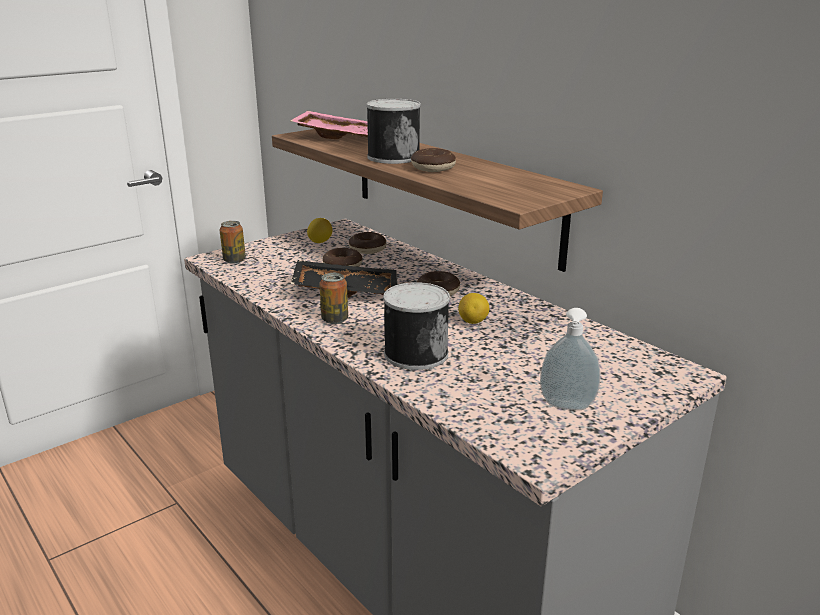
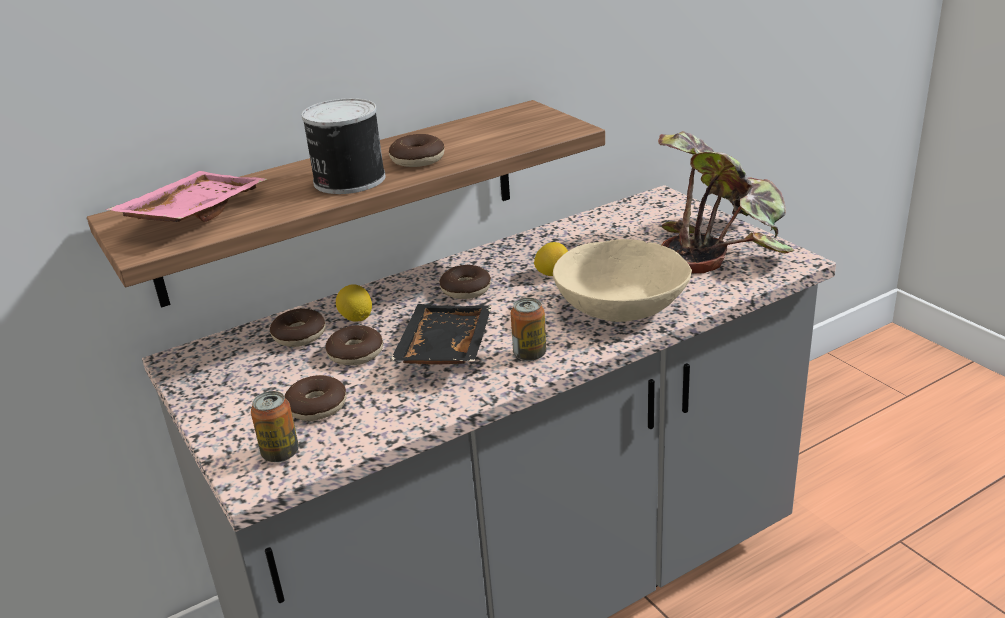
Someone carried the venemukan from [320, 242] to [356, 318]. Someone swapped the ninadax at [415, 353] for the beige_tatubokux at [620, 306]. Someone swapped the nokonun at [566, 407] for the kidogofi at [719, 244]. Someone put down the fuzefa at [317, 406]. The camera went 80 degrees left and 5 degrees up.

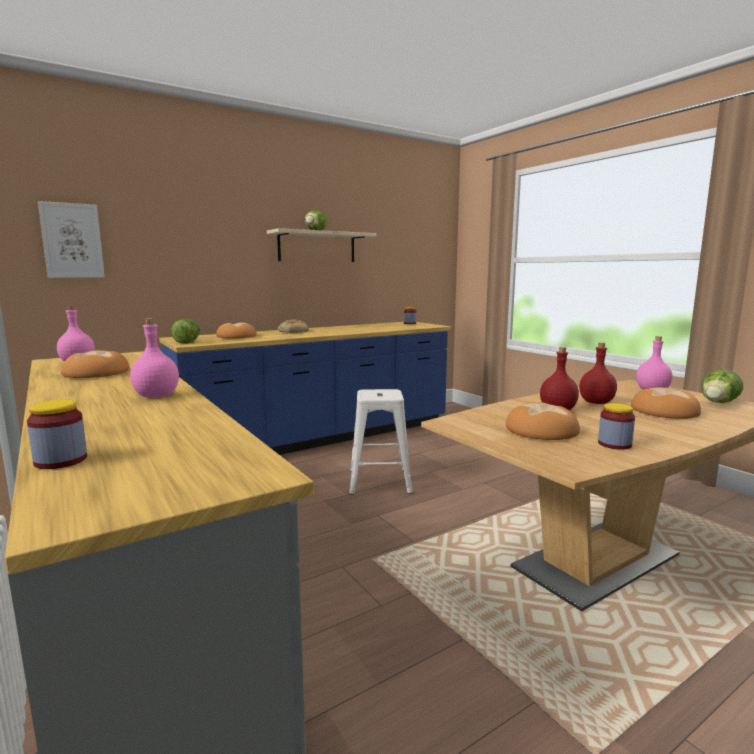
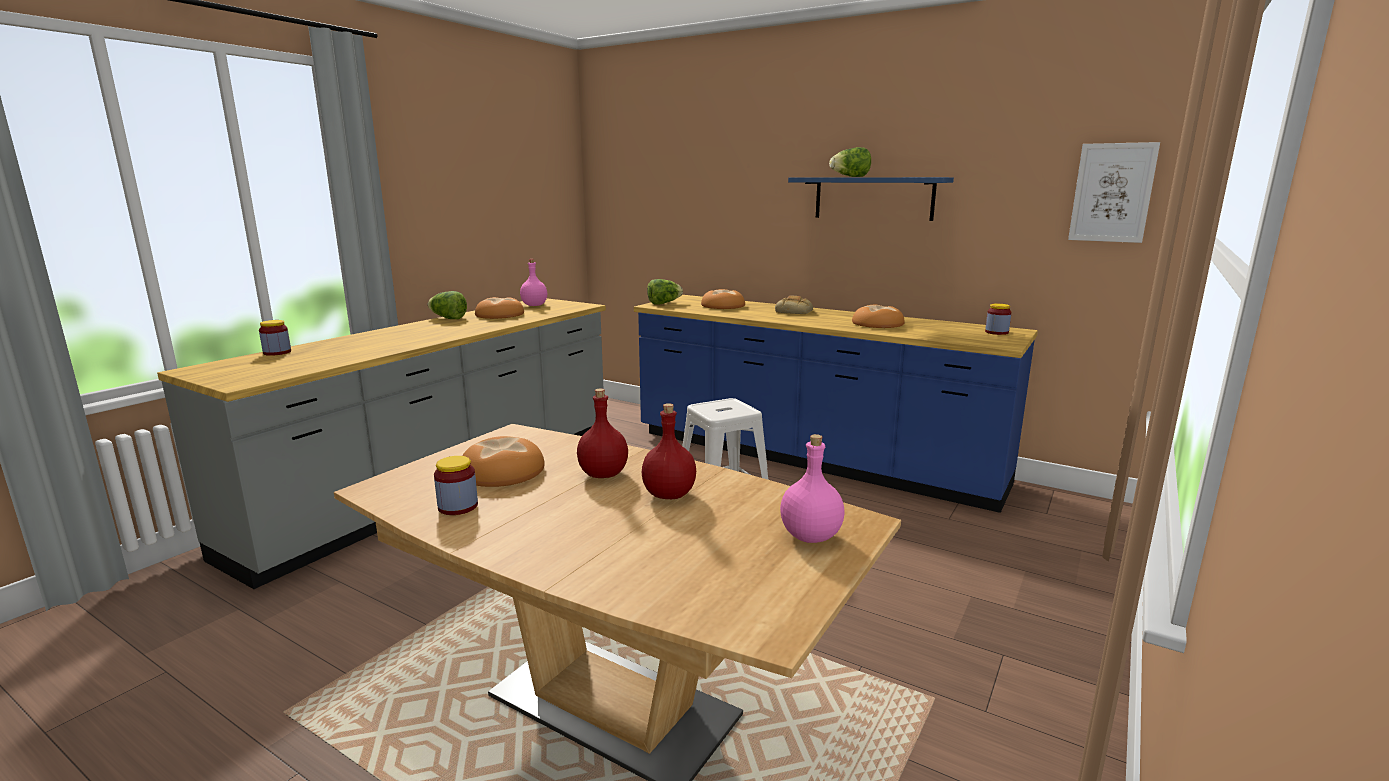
Someone carried the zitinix from [72, 240] to [1112, 193]. Someone took away the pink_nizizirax at [155, 396]. Someone repainted the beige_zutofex at [317, 247], which became the blue_zutofex at [873, 198]. Someone carried the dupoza from [663, 411] to [878, 324]. Someone carried the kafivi from [718, 403] to [448, 318]. The camera went 65 degrees right and 5 degrees up.

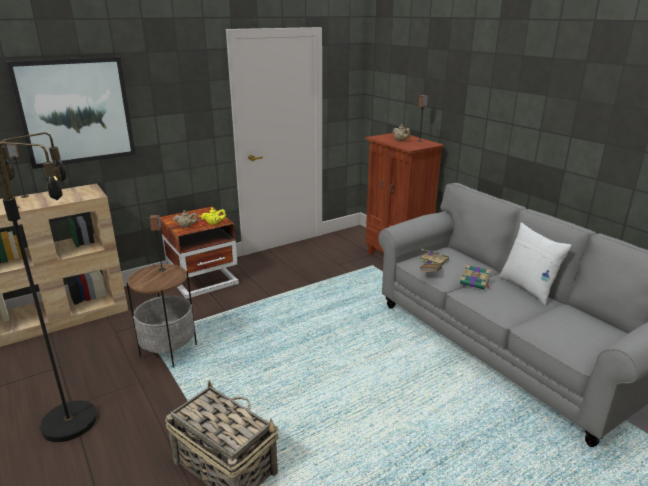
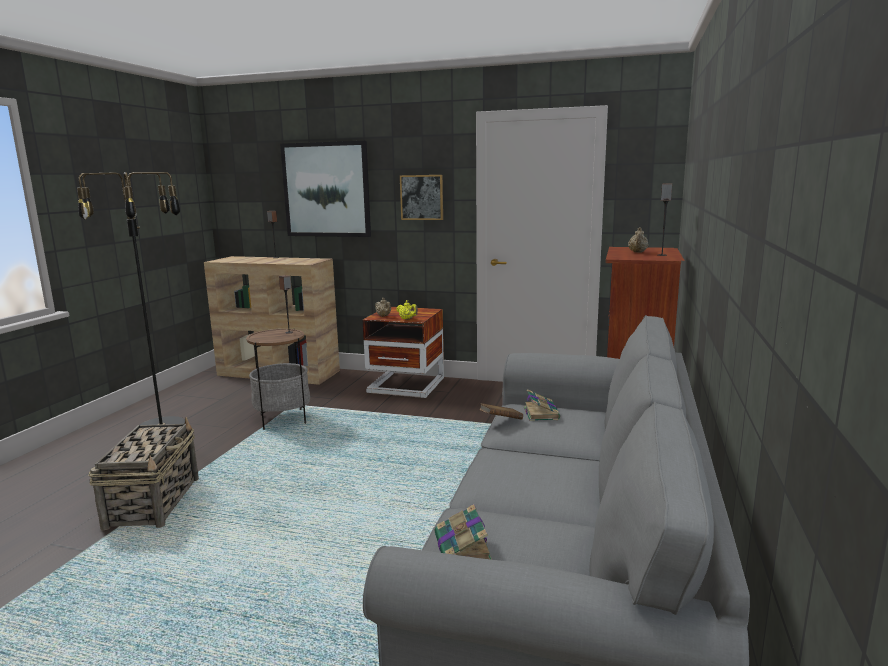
Someone carried the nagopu from [475, 283] to [462, 549]. Someone took away the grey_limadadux at [527, 288]. Someone put up the zitinix at [422, 197]. The camera went 50 degrees right and 10 degrees down.

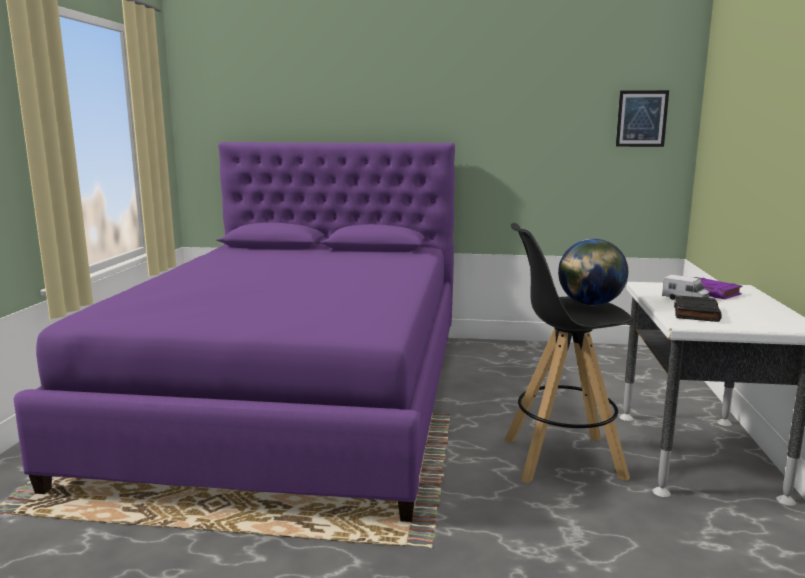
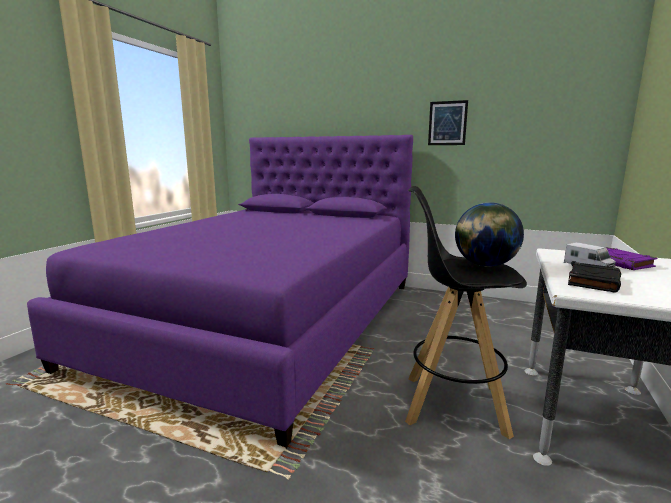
Someone carried the zitinix from [641, 118] to [447, 123]. The camera went 15 degrees right and 0 degrees up.

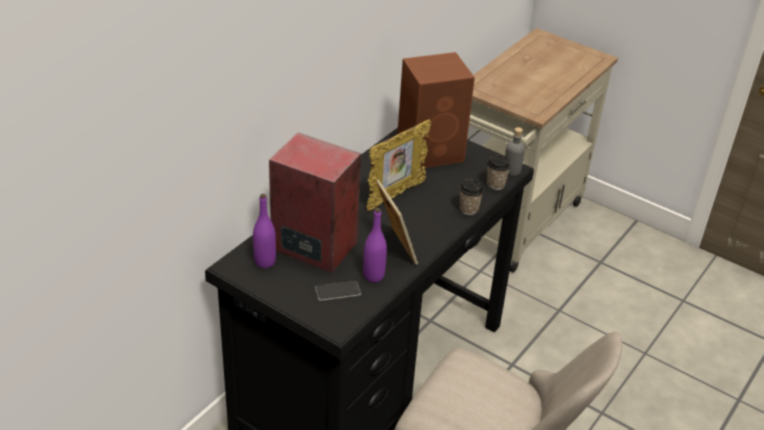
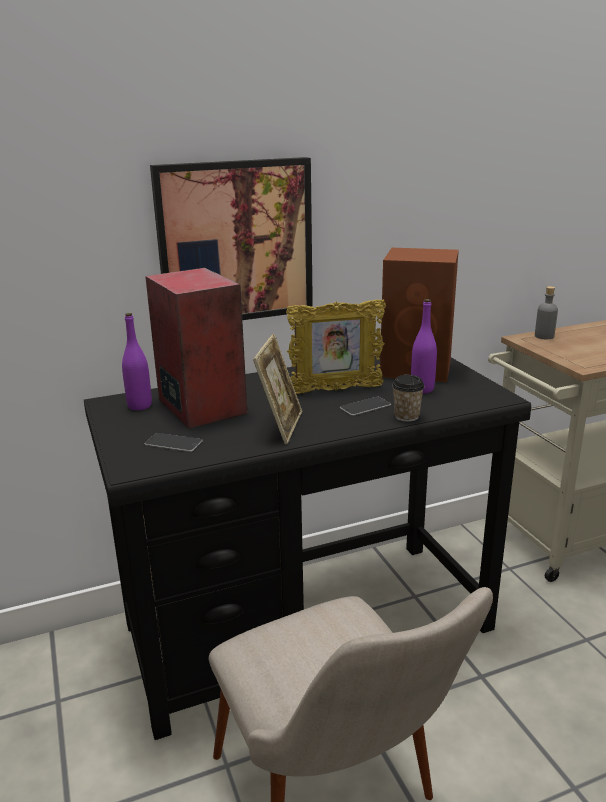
Someone carried the purple_nizizirax from [373, 276] to [422, 389]. Someone took away the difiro at [496, 184]. Someone carried the grey_nizizirax from [512, 170] to [544, 336]. Someone put up the zitinix at [235, 242]. Someone put down the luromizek at [365, 406]. The camera went 35 degrees right and 15 degrees down.

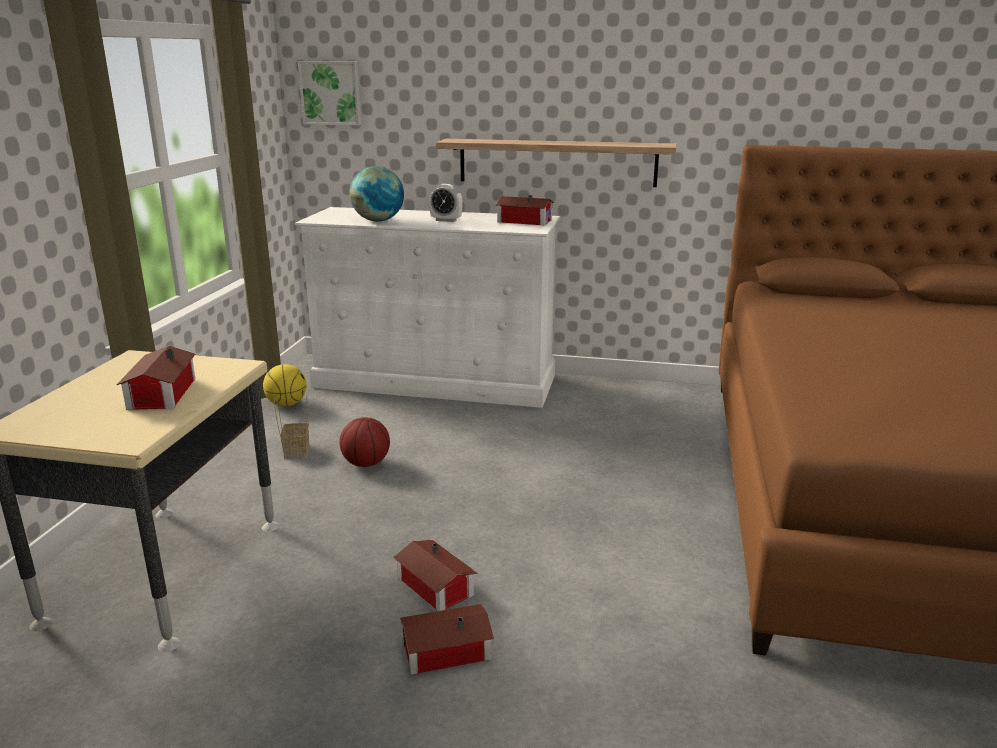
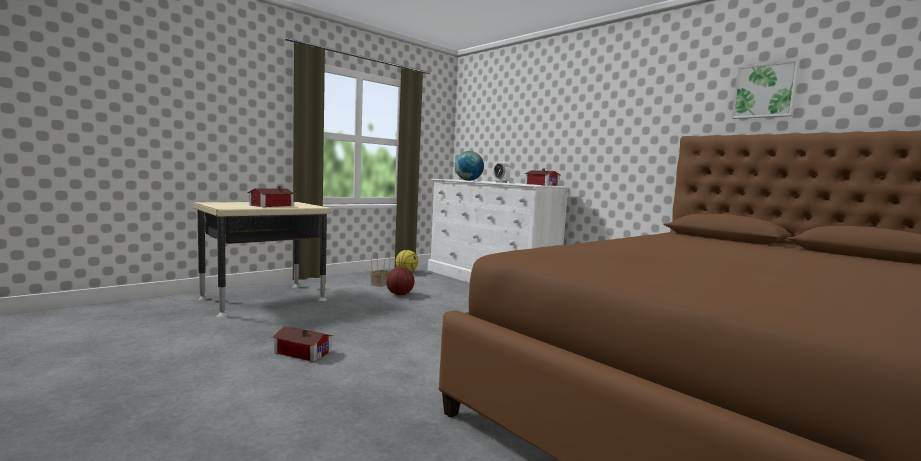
Someone carried the zitinix from [331, 93] to [765, 91]. Someone took away the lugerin at [435, 588]. Someone took away the zutofex at [557, 162]. The camera went 35 degrees right and 15 degrees down.

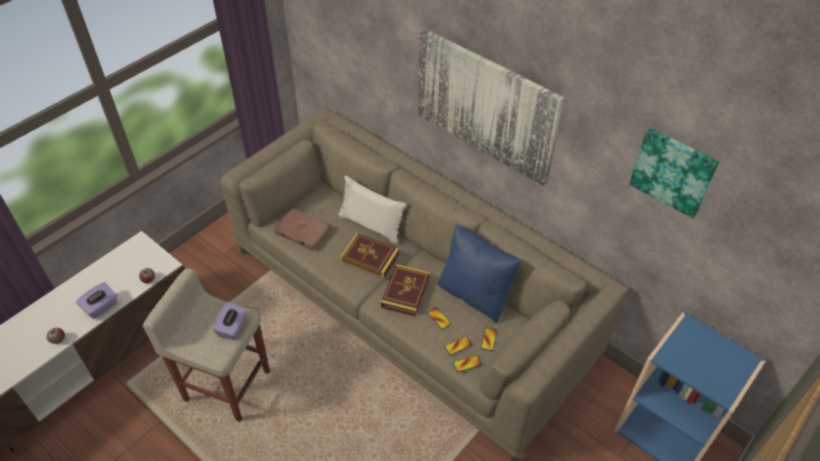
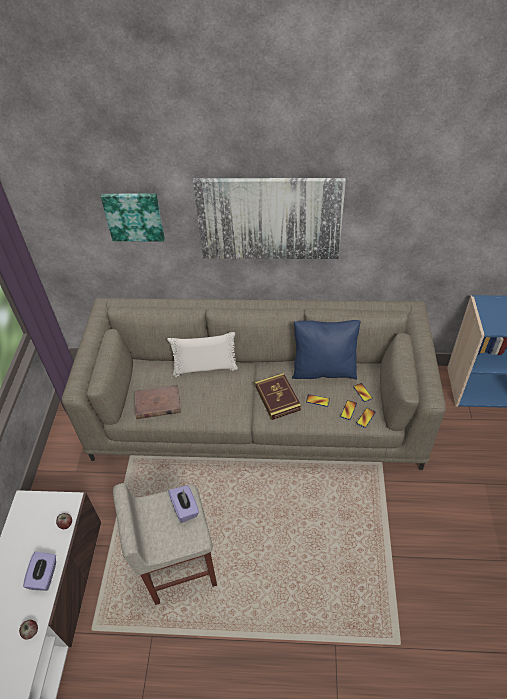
Someone took away the nagopu at [370, 257]. Someone carried the zitinix from [673, 171] to [134, 216]. The camera went 35 degrees left and 0 degrees up.

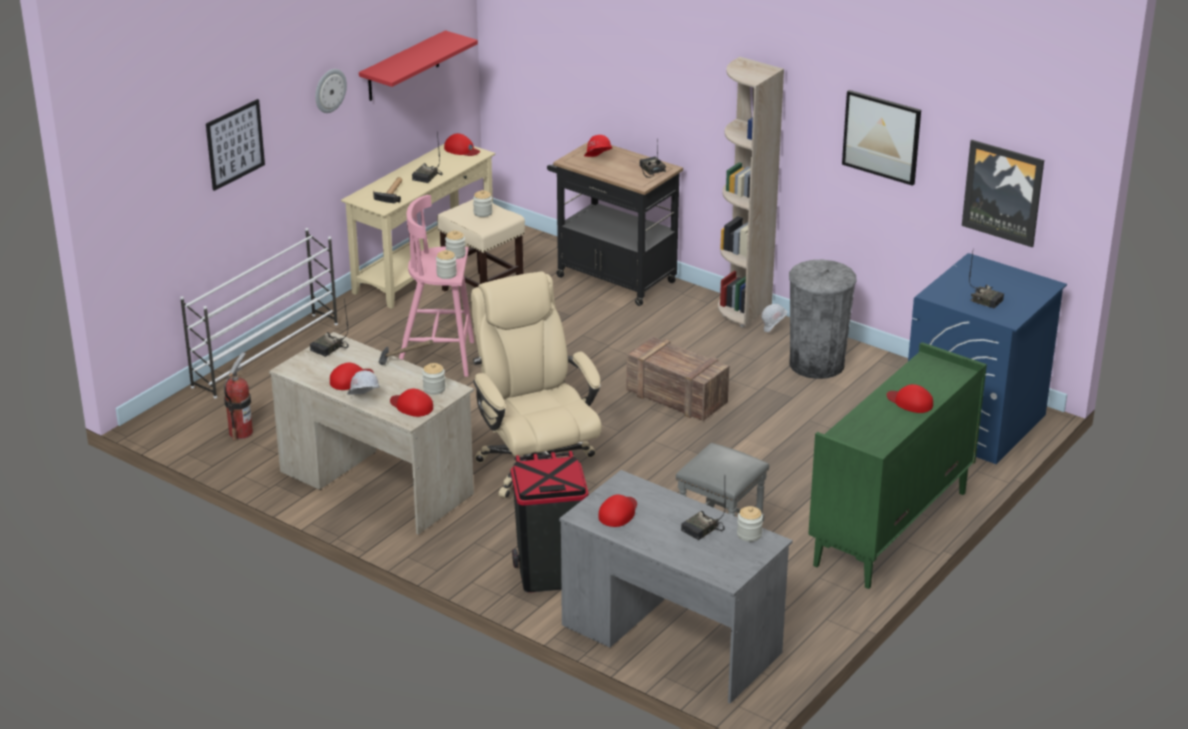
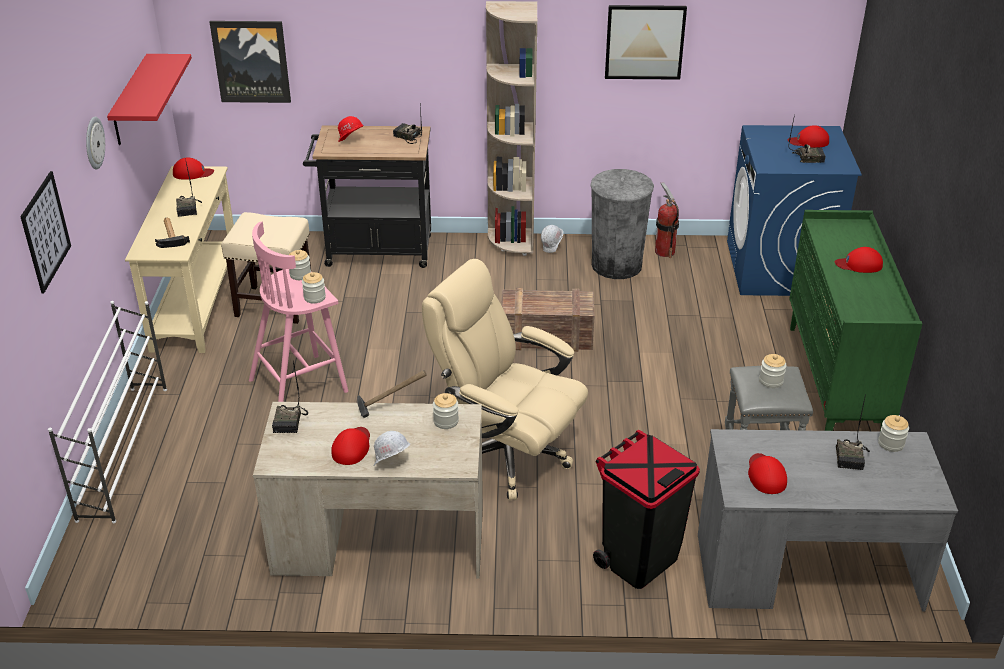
Someone carried the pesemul from [241, 432] to [664, 251]. Someone carried the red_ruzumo from [411, 406] to [809, 141]. Someone carried the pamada from [483, 213] to [771, 381]. Someone carried the zitinix from [1003, 192] to [251, 61]. The camera went 35 degrees left and 5 degrees up.

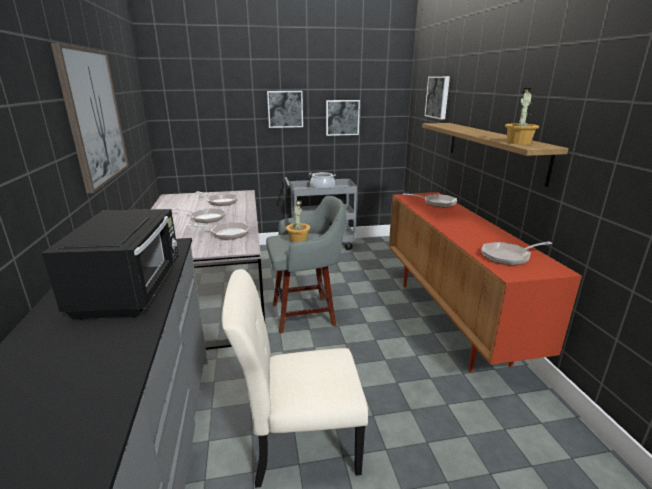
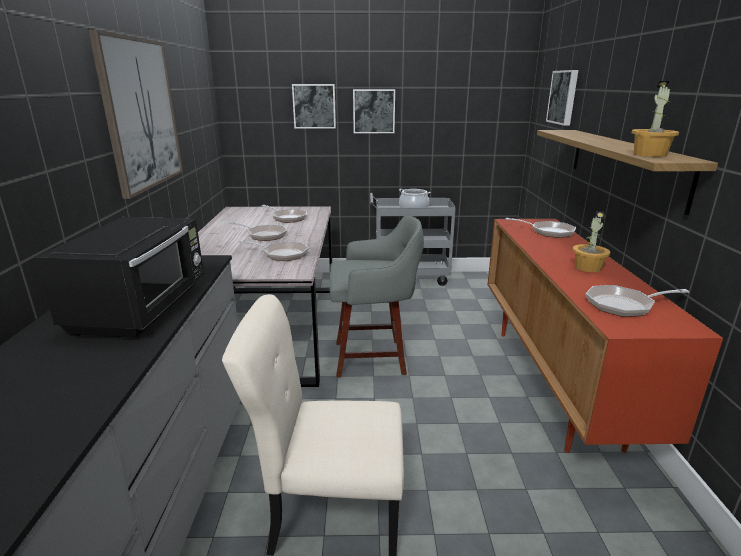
Someone carried the kidogofi from [298, 239] to [587, 267]. Someone carried the zitinix from [342, 117] to [314, 106]. The camera went 10 degrees right and 0 degrees up.

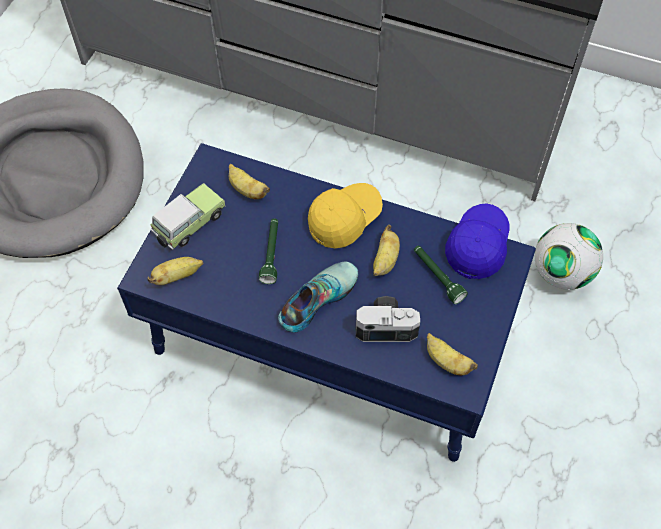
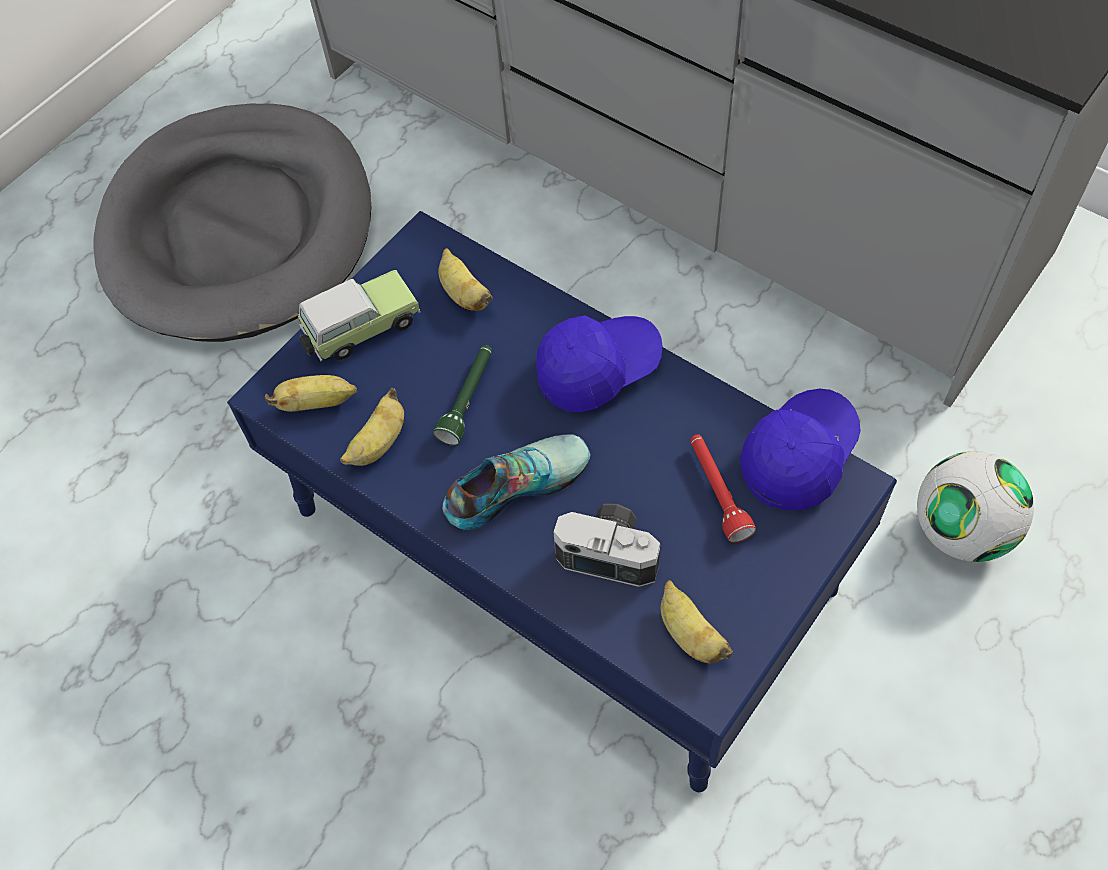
Someone repainted the yellow_ruzumo at [344, 219], which became the blue_ruzumo at [597, 369]. Someone carried the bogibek from [385, 260] to [378, 444]. Someone repainted the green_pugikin at [437, 277], which became the red_pugikin at [717, 492]. The camera went 20 degrees right and 0 degrees up.

